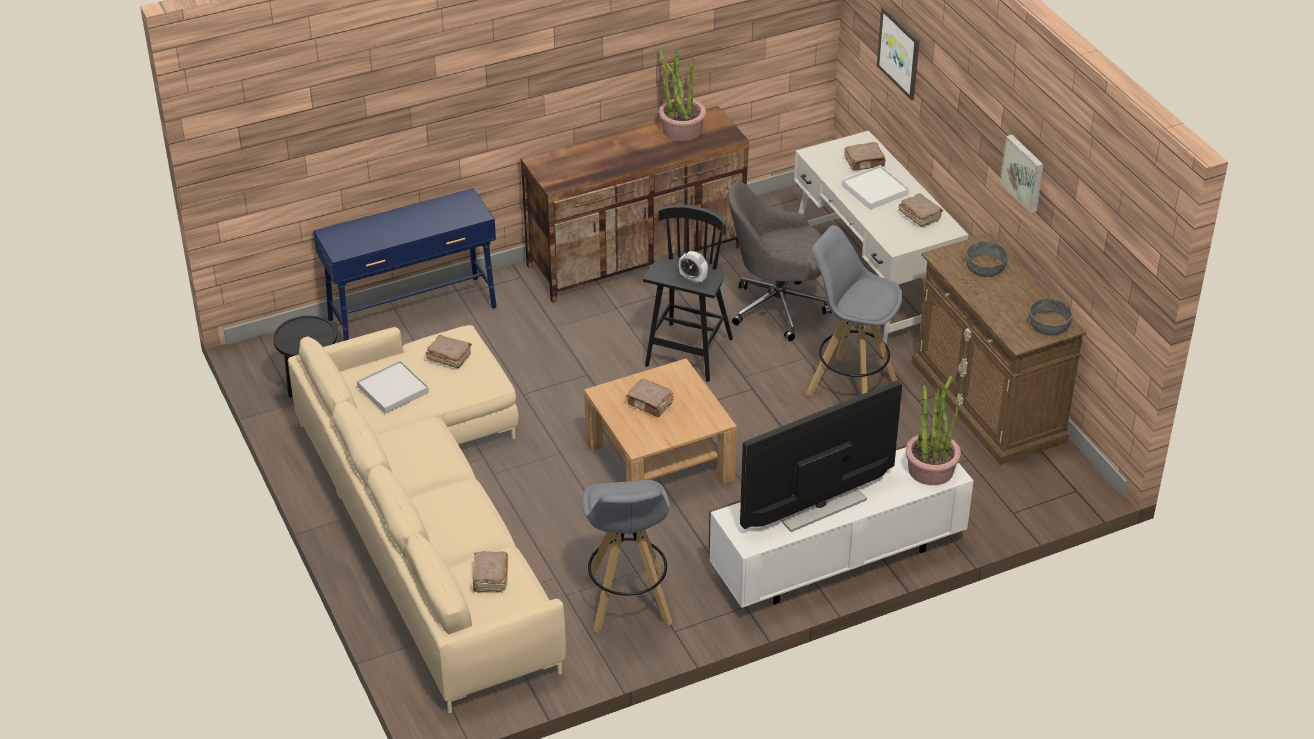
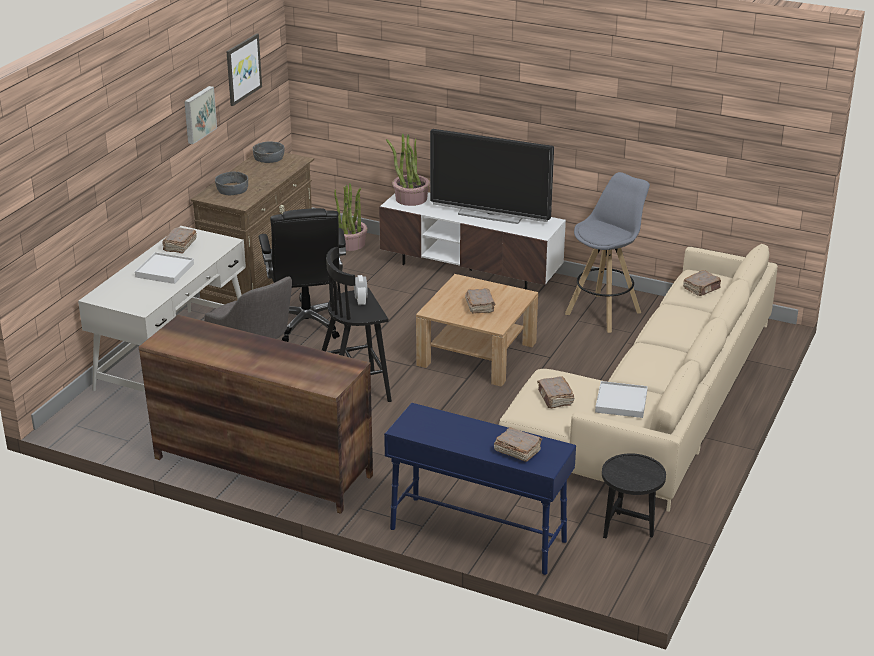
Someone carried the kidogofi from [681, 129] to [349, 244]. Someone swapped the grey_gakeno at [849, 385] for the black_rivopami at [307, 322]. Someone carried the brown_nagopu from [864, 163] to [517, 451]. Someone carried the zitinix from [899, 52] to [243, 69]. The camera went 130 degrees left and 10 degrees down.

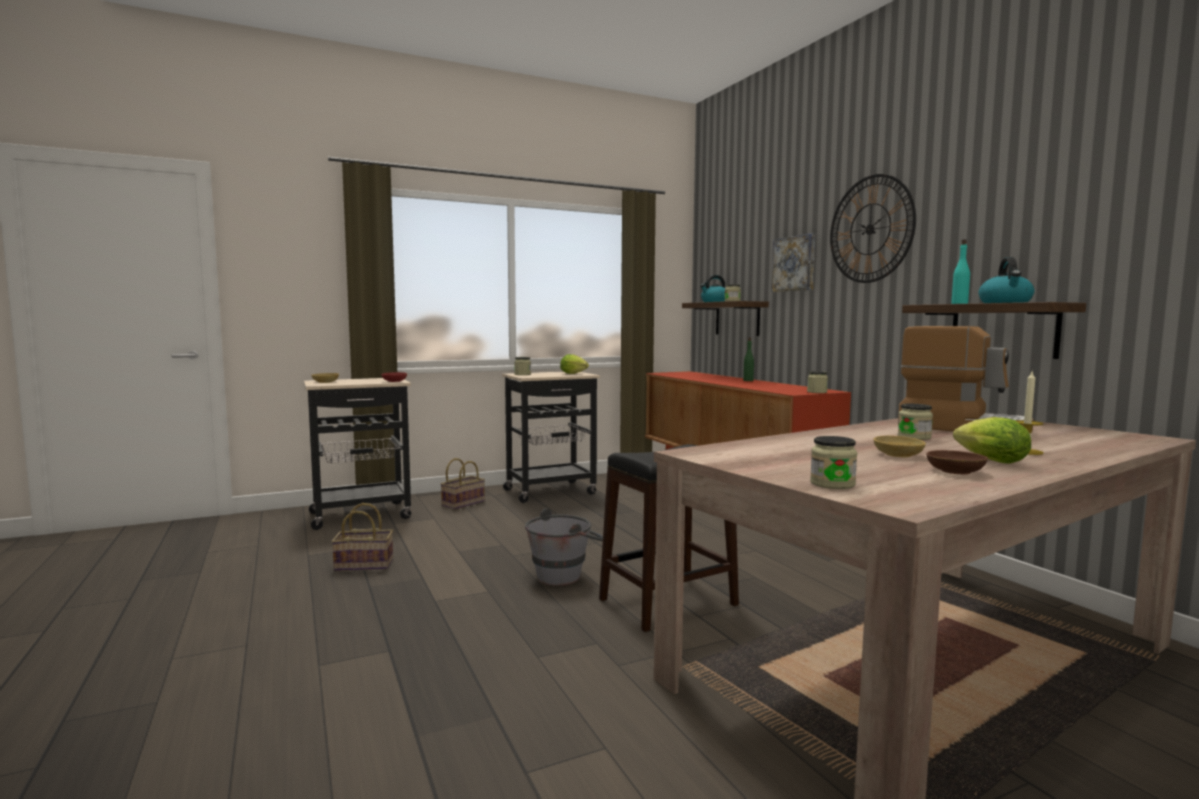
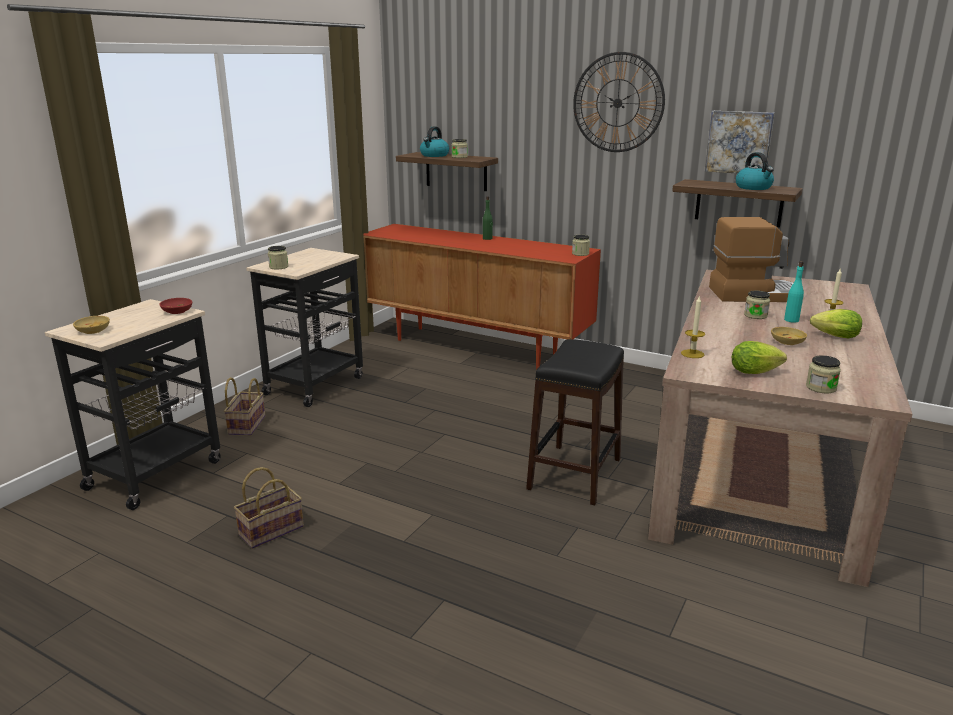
Someone took away the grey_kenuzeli at [566, 574]. Someone carried the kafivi from [575, 374] to [757, 372]. Someone carried the zitinix from [795, 264] to [739, 142]. Someone took away the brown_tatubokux at [954, 471]. Someone carried the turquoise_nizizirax from [959, 304] to [791, 320]. Someone put down the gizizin at [692, 354]. The camera went 35 degrees left and 15 degrees up.

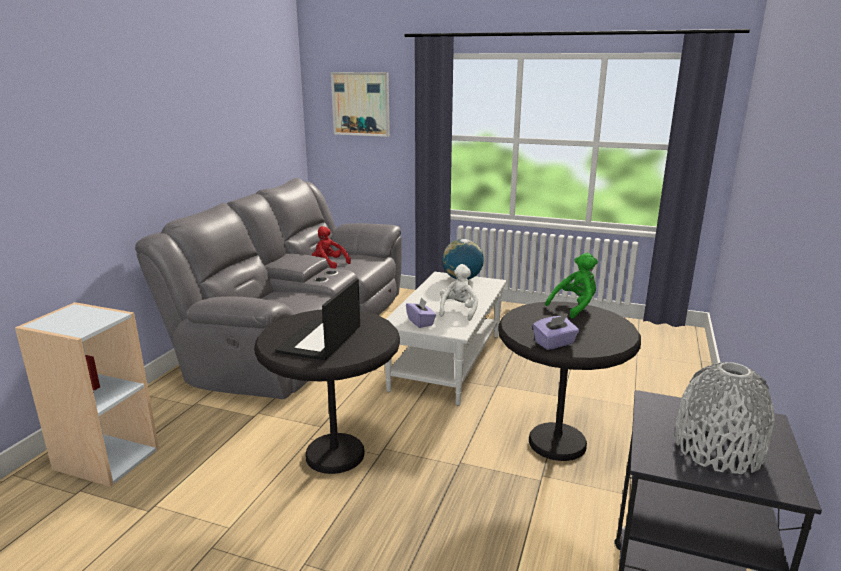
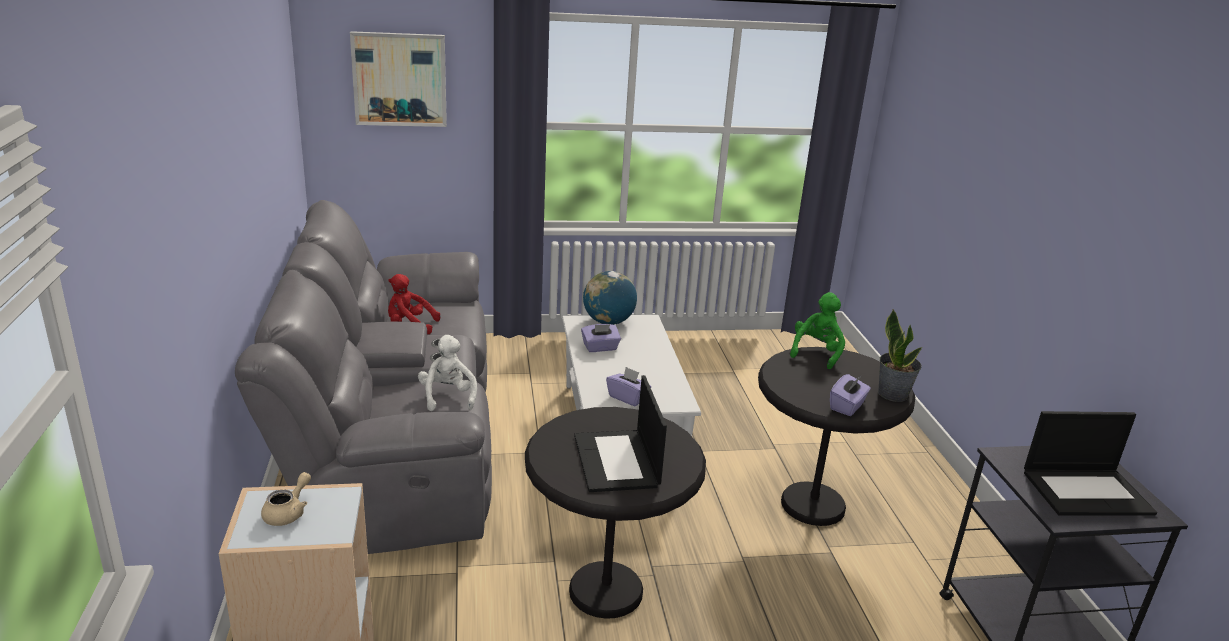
Someone carried the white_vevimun from [458, 311] to [448, 397]. Someone swapped the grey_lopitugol at [718, 449] for the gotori at [1087, 491]. Someone put down the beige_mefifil at [288, 513]. Someone put down the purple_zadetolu at [600, 348]. Someone put down the kidogofi at [893, 394]. The camera went 30 degrees left and 5 degrees up.

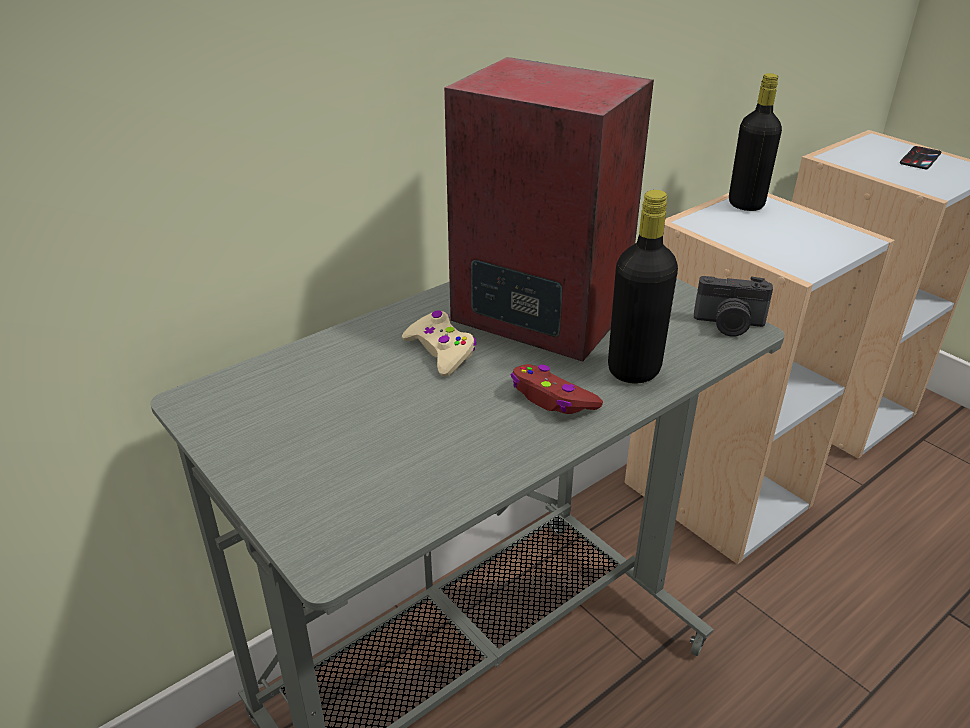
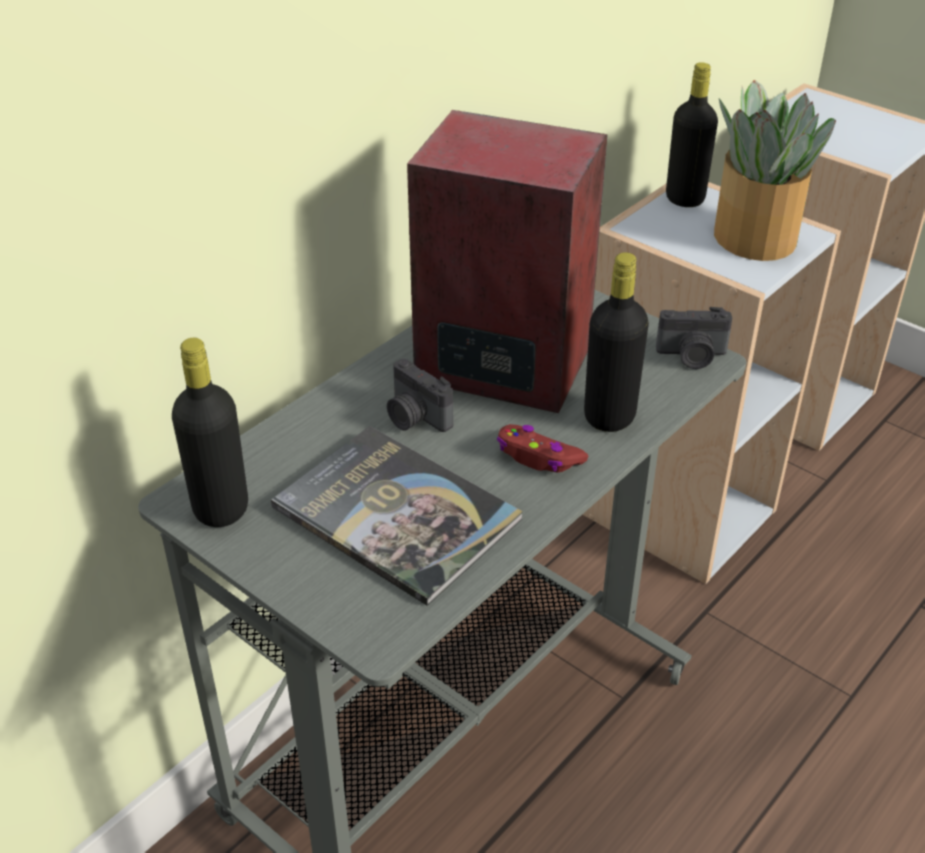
Someone swapped the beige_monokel at [441, 351] for the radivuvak at [415, 418]. Someone took away the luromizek at [920, 158]. Someone put down the black_nizizirax at [221, 508]. Someone put down the nagopu at [396, 514]. Someone put down the kidogofi at [755, 238]. The camera went 10 degrees left and 5 degrees up.

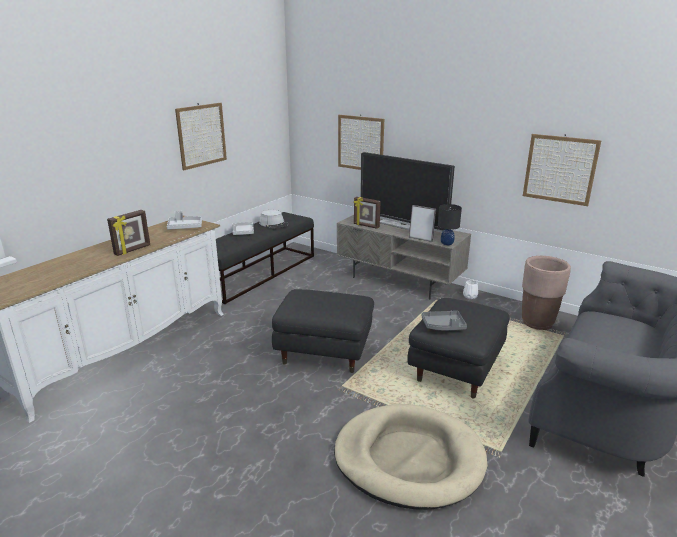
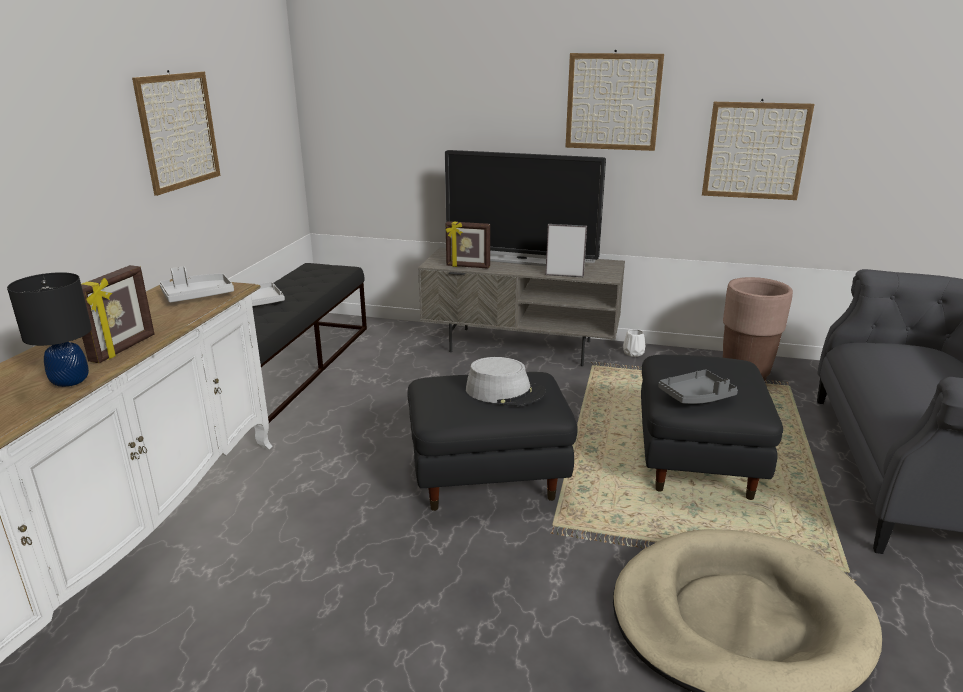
Someone carried the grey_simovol from [274, 224] to [505, 392]. Someone carried the zitinix from [360, 142] to [613, 100]. Someone carried the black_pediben from [447, 243] to [72, 381]. The camera went 20 degrees left and 0 degrees up.

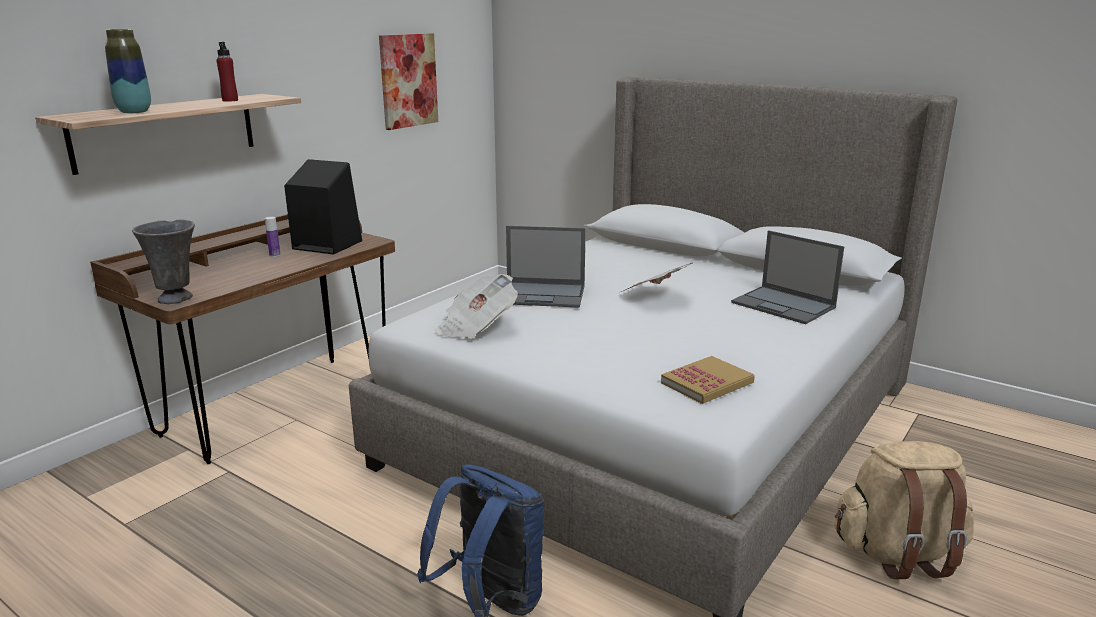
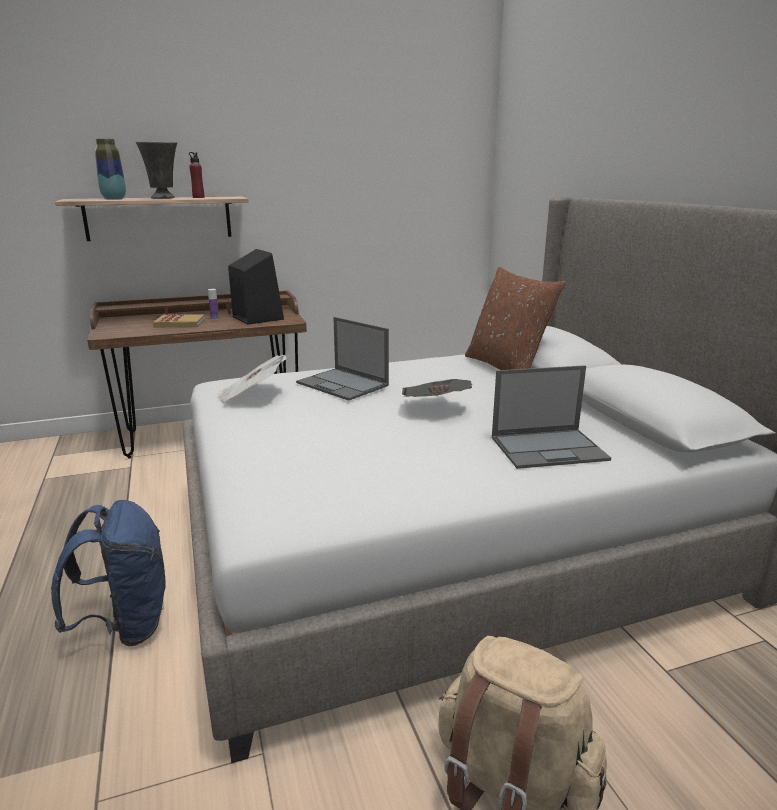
Someone carried the grey_lopitugol from [177, 299] to [164, 198]. Someone took away the zitinix at [408, 80]. Someone carried the nagopu from [707, 383] to [180, 323]. Someone rotated the gotori at [784, 305] by 90 degrees counterclockwise. Someone put down the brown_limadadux at [507, 368]. The camera went 35 degrees right and 0 degrees up.

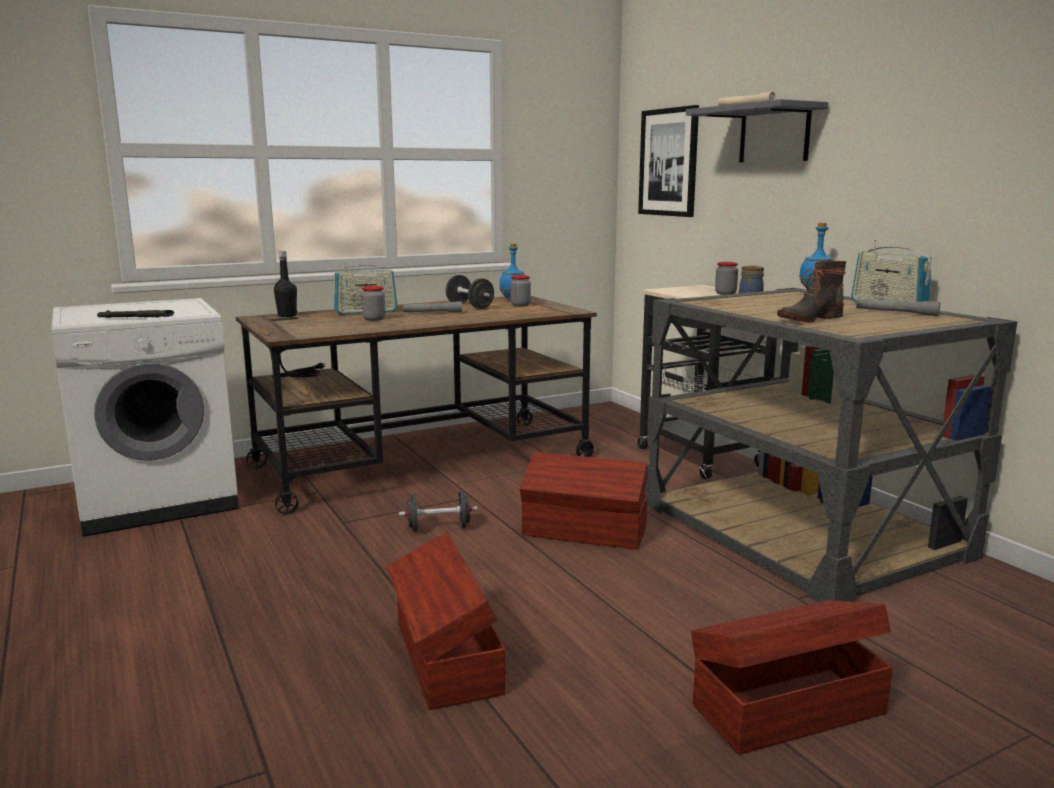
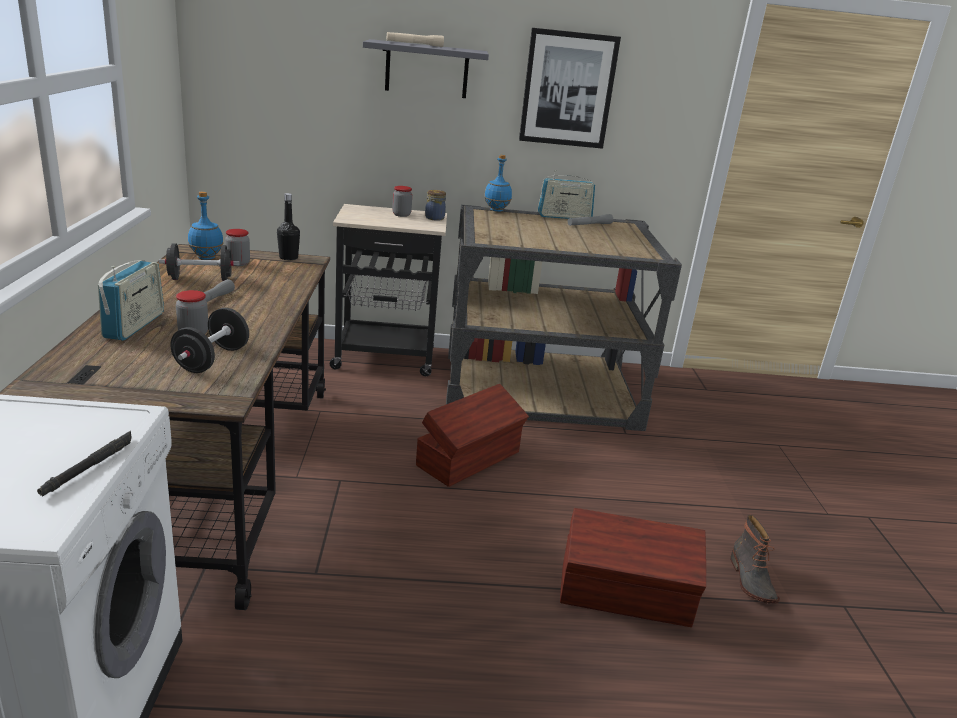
Someone carried the black_nizizirax from [287, 315] to [288, 257]. Someone carried the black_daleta from [438, 528] to [212, 360]. Someone carried the zitinix from [669, 162] to [568, 89]. Someone took away the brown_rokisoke at [785, 708]. Someone carried the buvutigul from [808, 318] to [750, 580]. The camera went 65 degrees left and 10 degrees up.

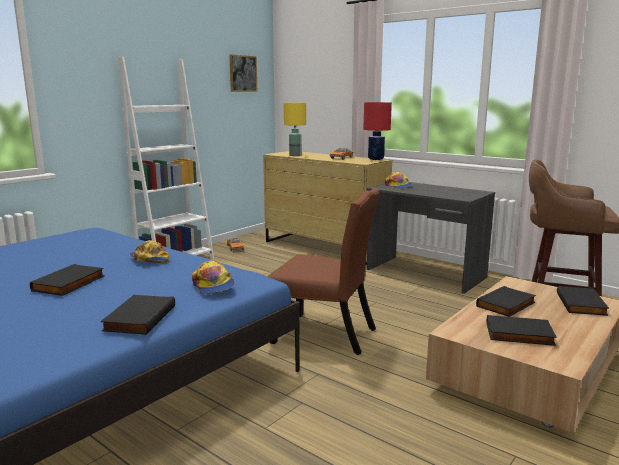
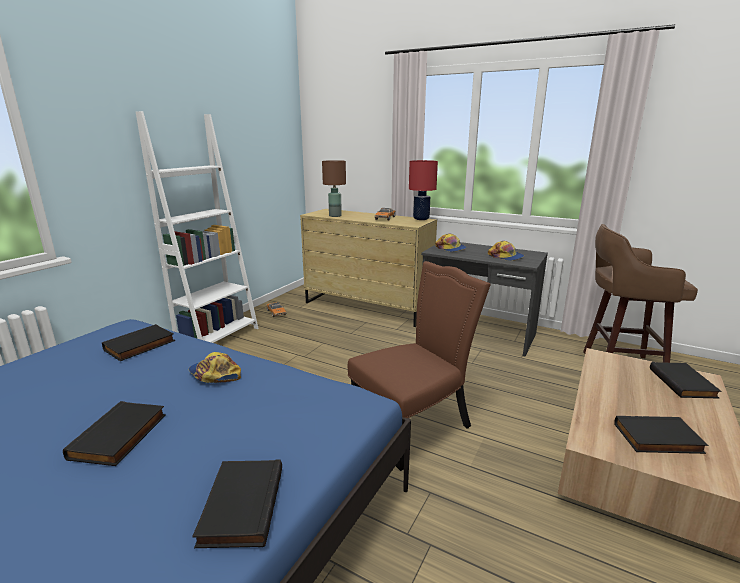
Someone carried the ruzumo from [213, 285] to [506, 256]. Someone took away the zitinix at [242, 73]. Someone rotated the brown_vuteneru at [323, 334] by 45 degrees counterclockwise. Someone repainted the yellow_pediben at [295, 155], which became the brown_pediben at [335, 216]. Someone carried the black_nagopu from [506, 305] to [140, 346]. The camera went 10 degrees left and 5 degrees up.

